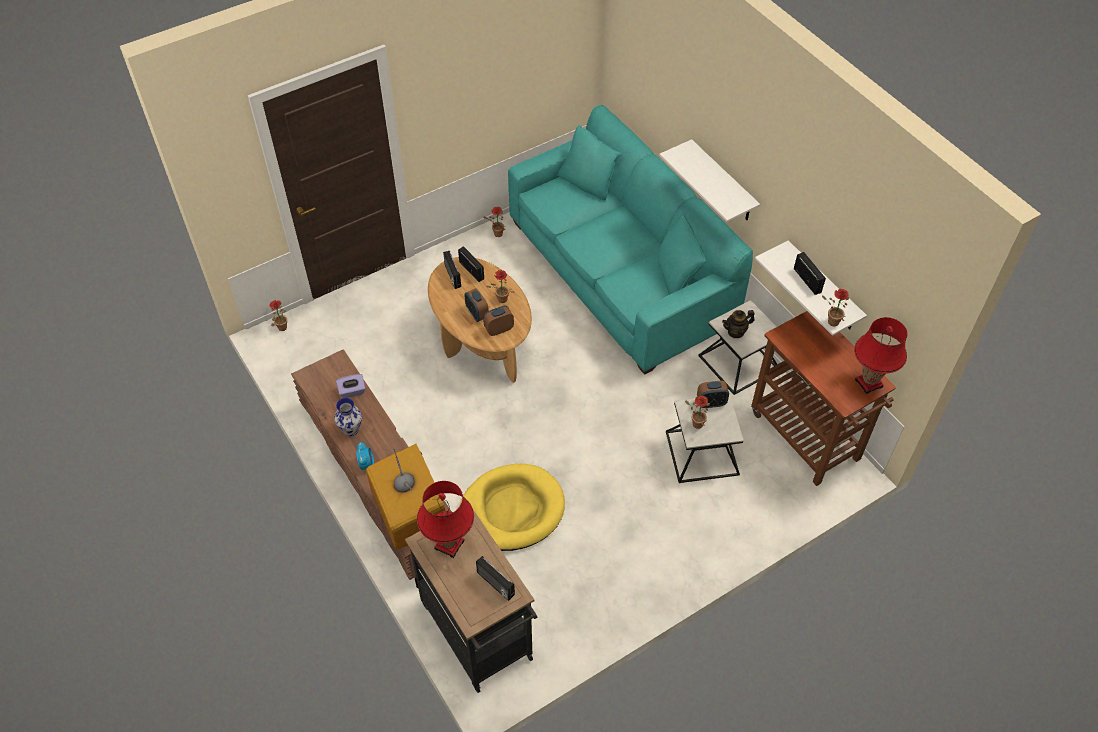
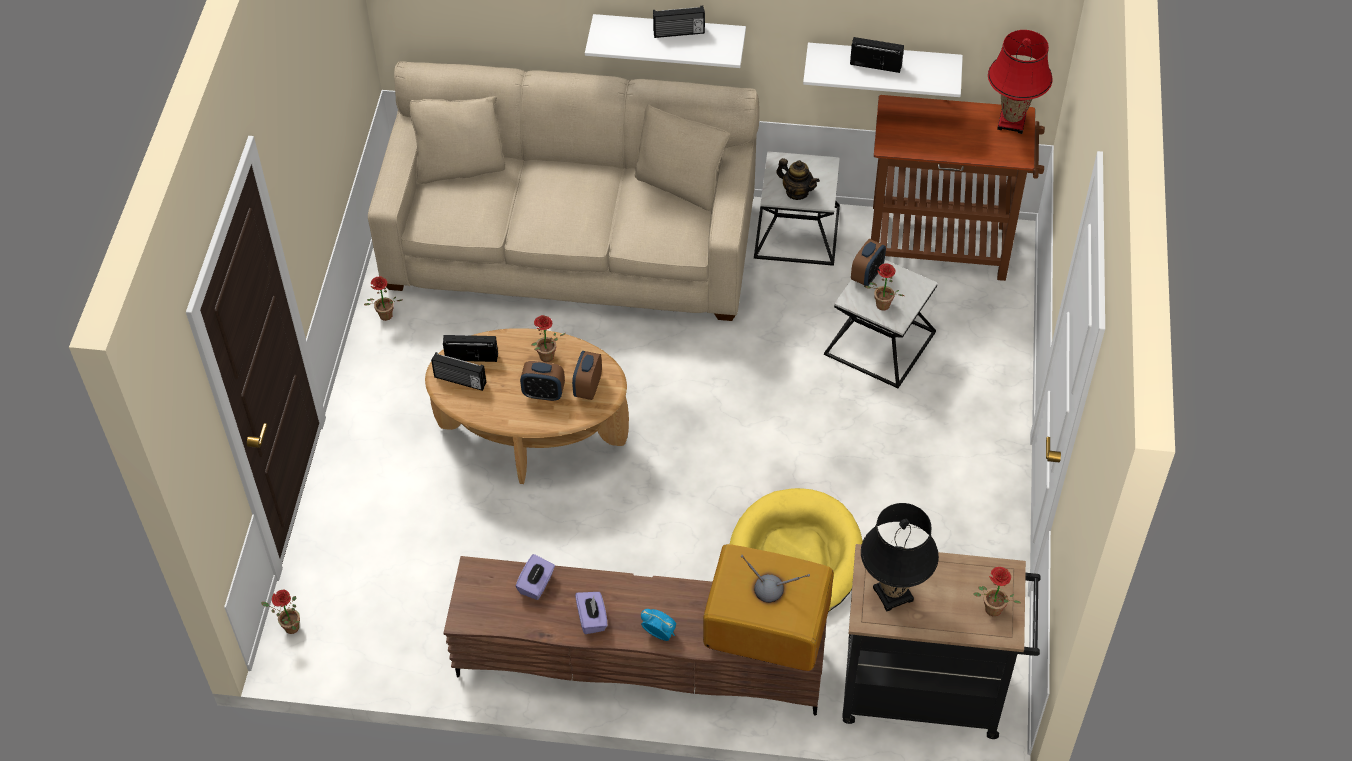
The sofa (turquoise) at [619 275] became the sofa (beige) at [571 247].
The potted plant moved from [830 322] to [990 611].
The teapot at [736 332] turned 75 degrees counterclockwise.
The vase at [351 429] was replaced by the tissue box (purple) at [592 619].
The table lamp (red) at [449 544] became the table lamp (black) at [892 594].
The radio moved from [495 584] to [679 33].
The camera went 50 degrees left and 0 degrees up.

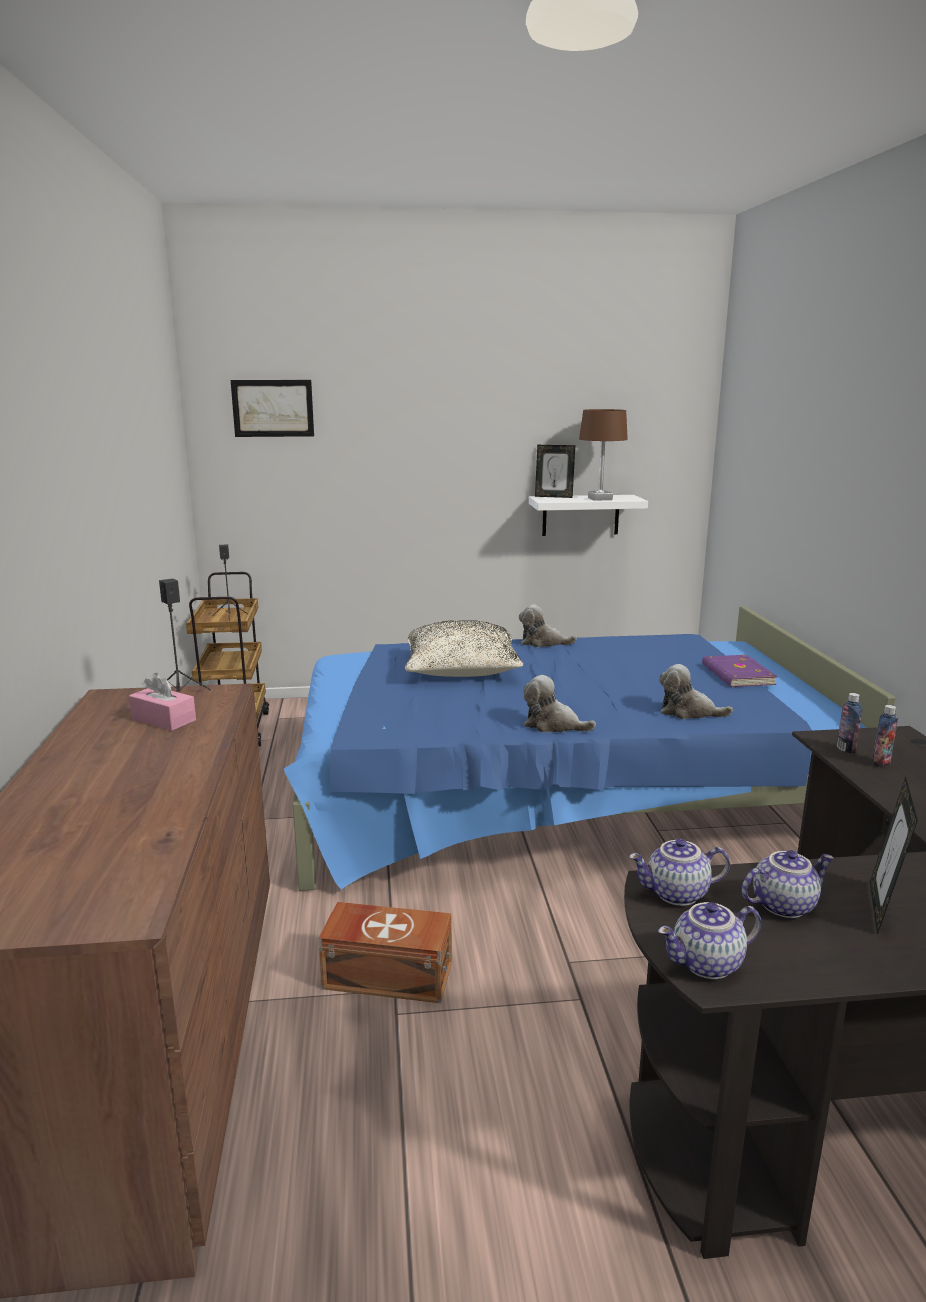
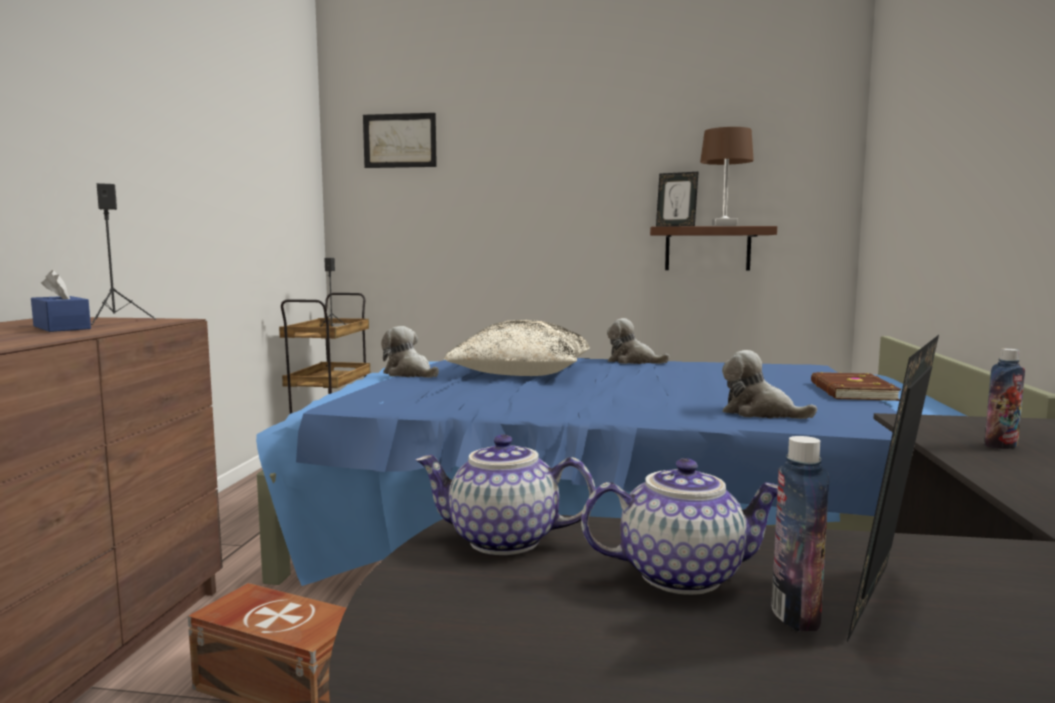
The shelf (white) at [580 515] became the shelf (brown) at [707 249].
The book (purple) at [736 675] became the book (brown) at [851 391].
The tissue box (pink) at [164 719] became the tissue box (blue) at [61 327].
The plush toy moved from [553 725] to [409 374].
The bottle moved from [846 749] to [795 615].
The teapot at [707 965] disappeared.
The camera went 15 degrees right and 10 degrees down.

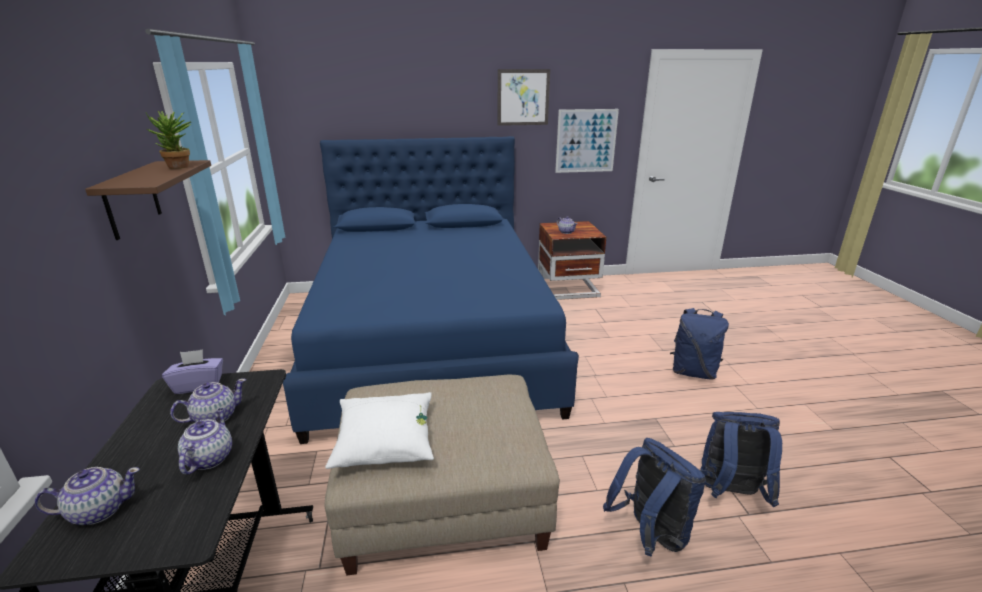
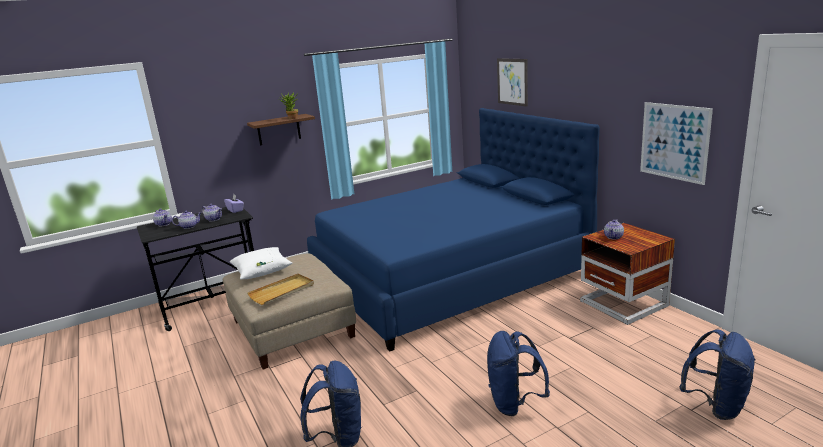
The picture moved from [523 97] to [512 81].
The backpack (blue) moved from [650 535] to [716 405].
The tray (beige) at [282 291] appeared.
The camera went 70 degrees right and 5 degrees down.

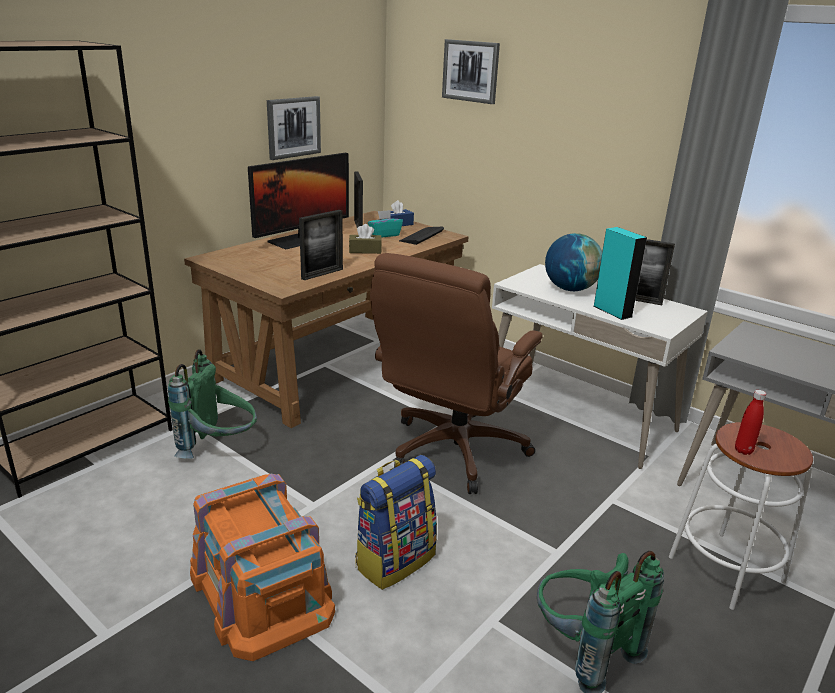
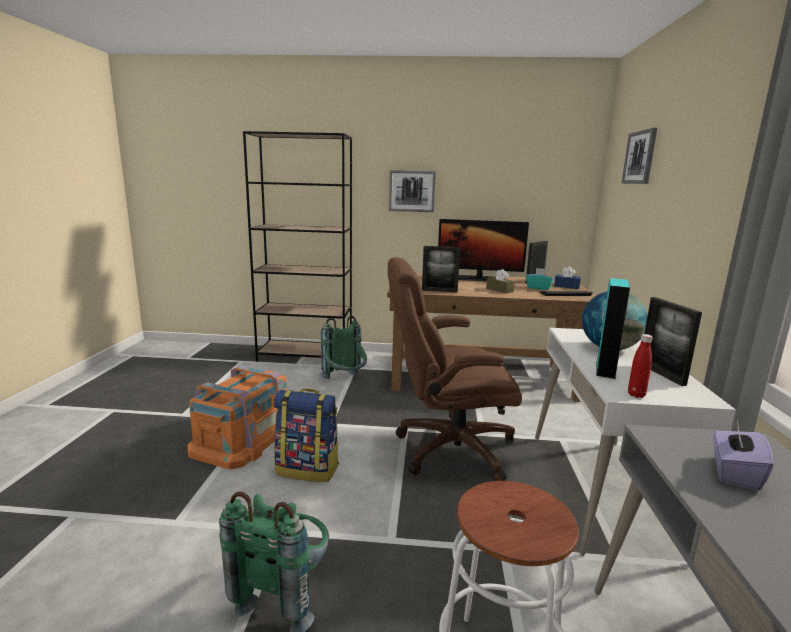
The picture moved from [293 127] to [412 191].
The bottle (red) moved from [743 450] to [636 395].
The tissue box (purple) at [734 473] appeared.
The camera went 55 degrees right and 10 degrees down.

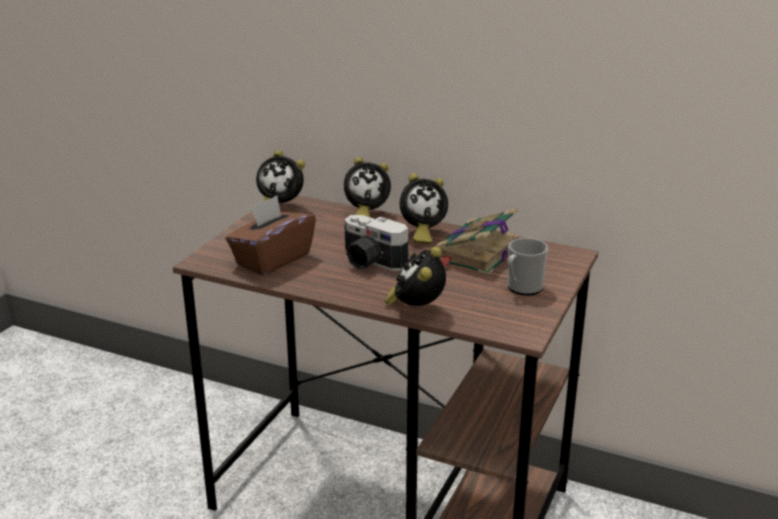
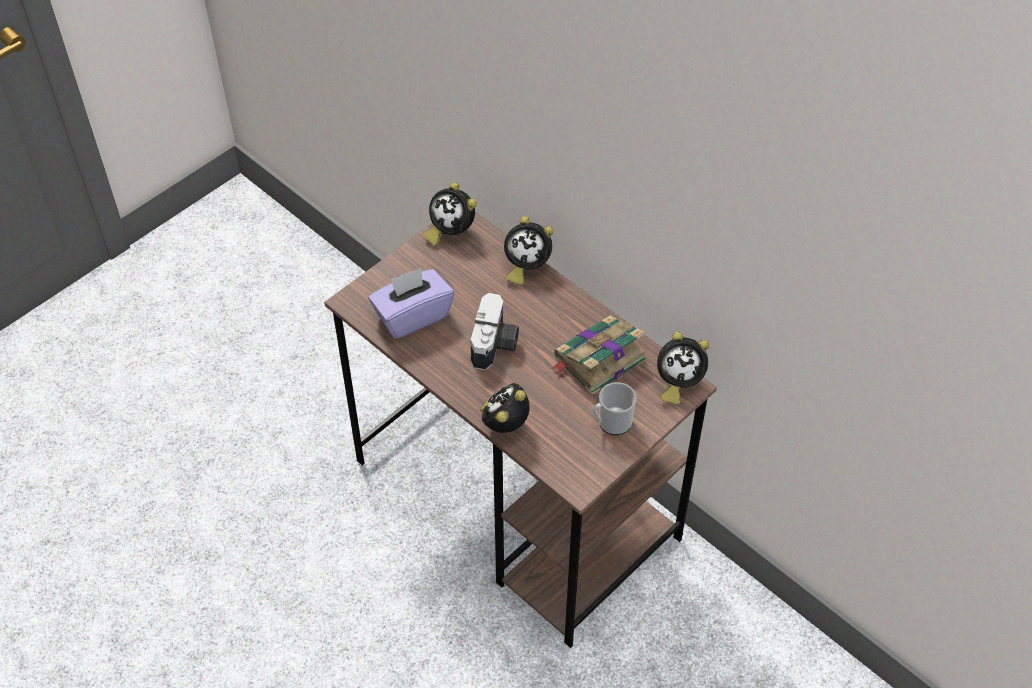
The alarm clock moved from [421 233] to [677 383].
The tissue box (brown) at [272 259] became the tissue box (purple) at [412 316].
The photo camera at [370 262] turned 135 degrees counterclockwise.
The camera went 20 degrees right and 25 degrees up.

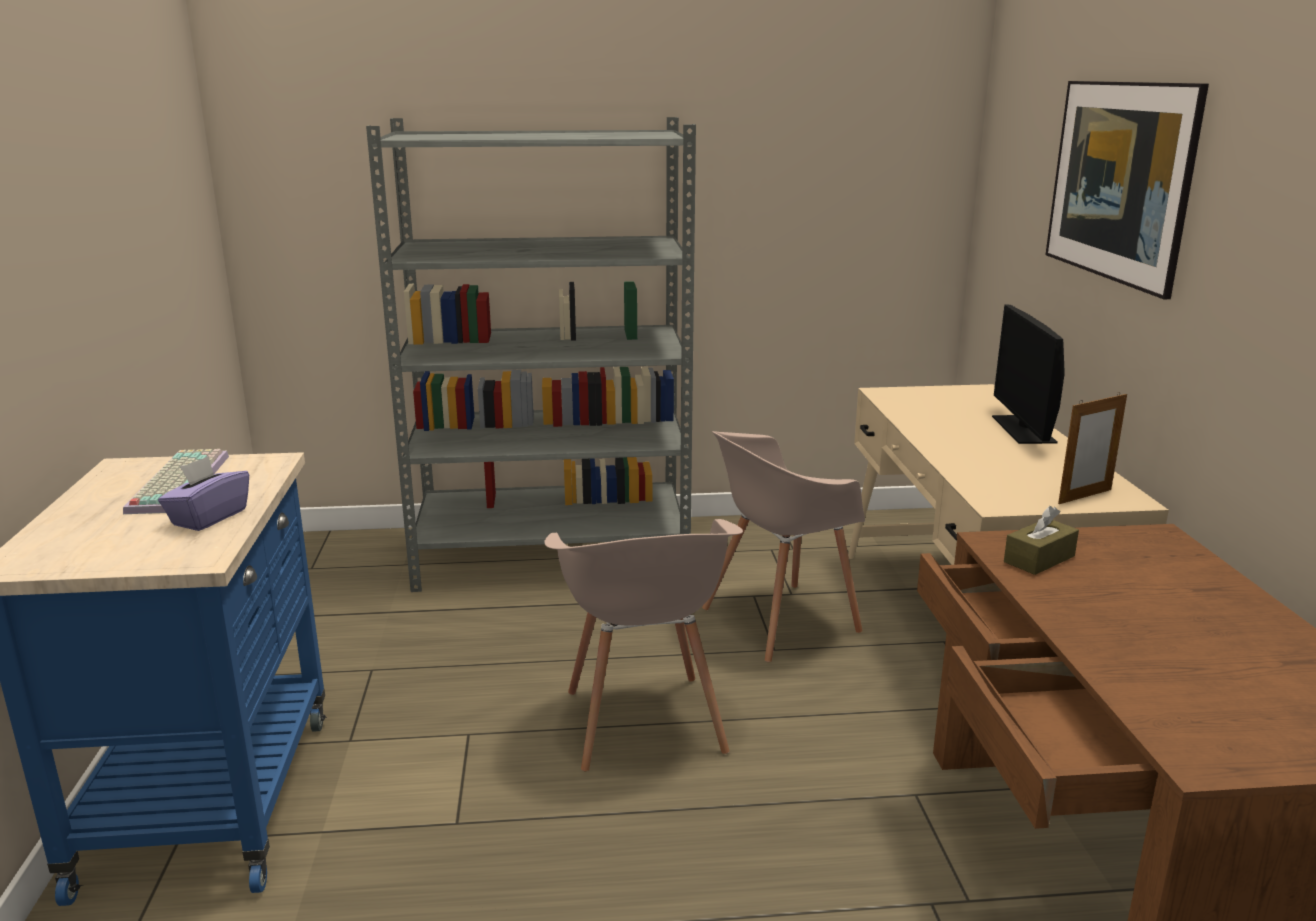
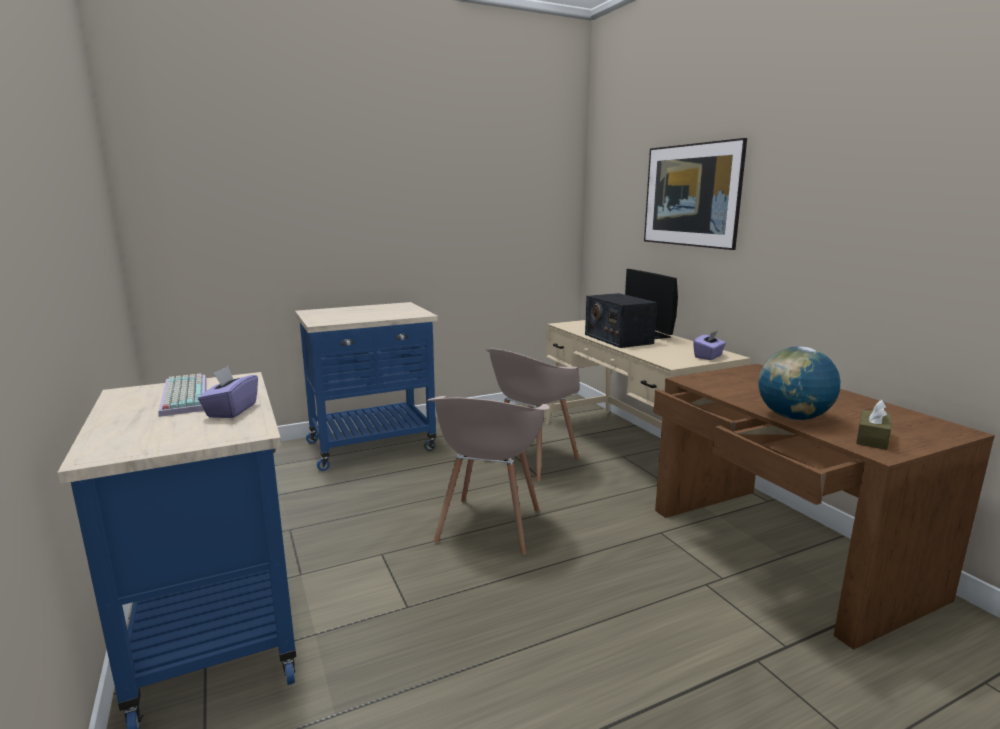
The bookcase (grey) at [552 554] was replaced by the cart (blue) at [372 446].
The picture frame at [1085 496] was replaced by the tissue box (purple) at [708 356].
The tissue box (brown) moved from [1039 559] to [872 438].
The chair (beige) at [643 724] turned 45 degrees clockwise.
The radio at [618 339] appeared.
The globe at [793 417] appeared.
The camera went 20 degrees left and 5 degrees down.

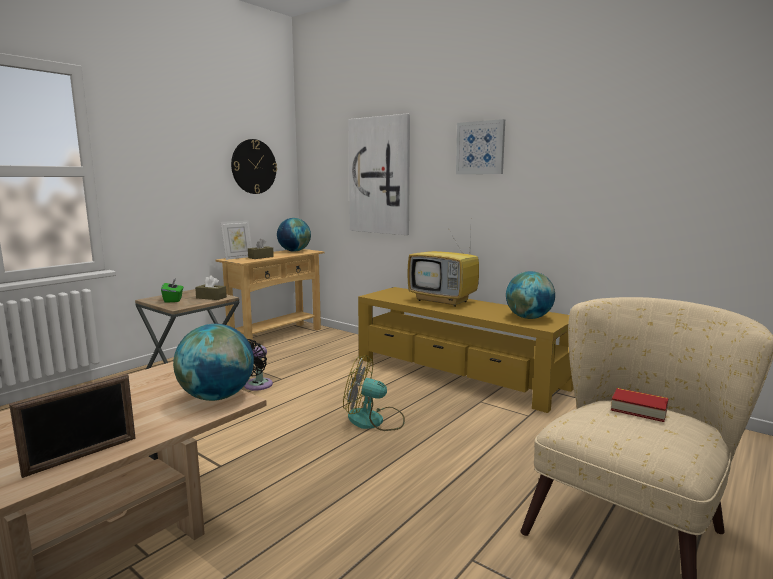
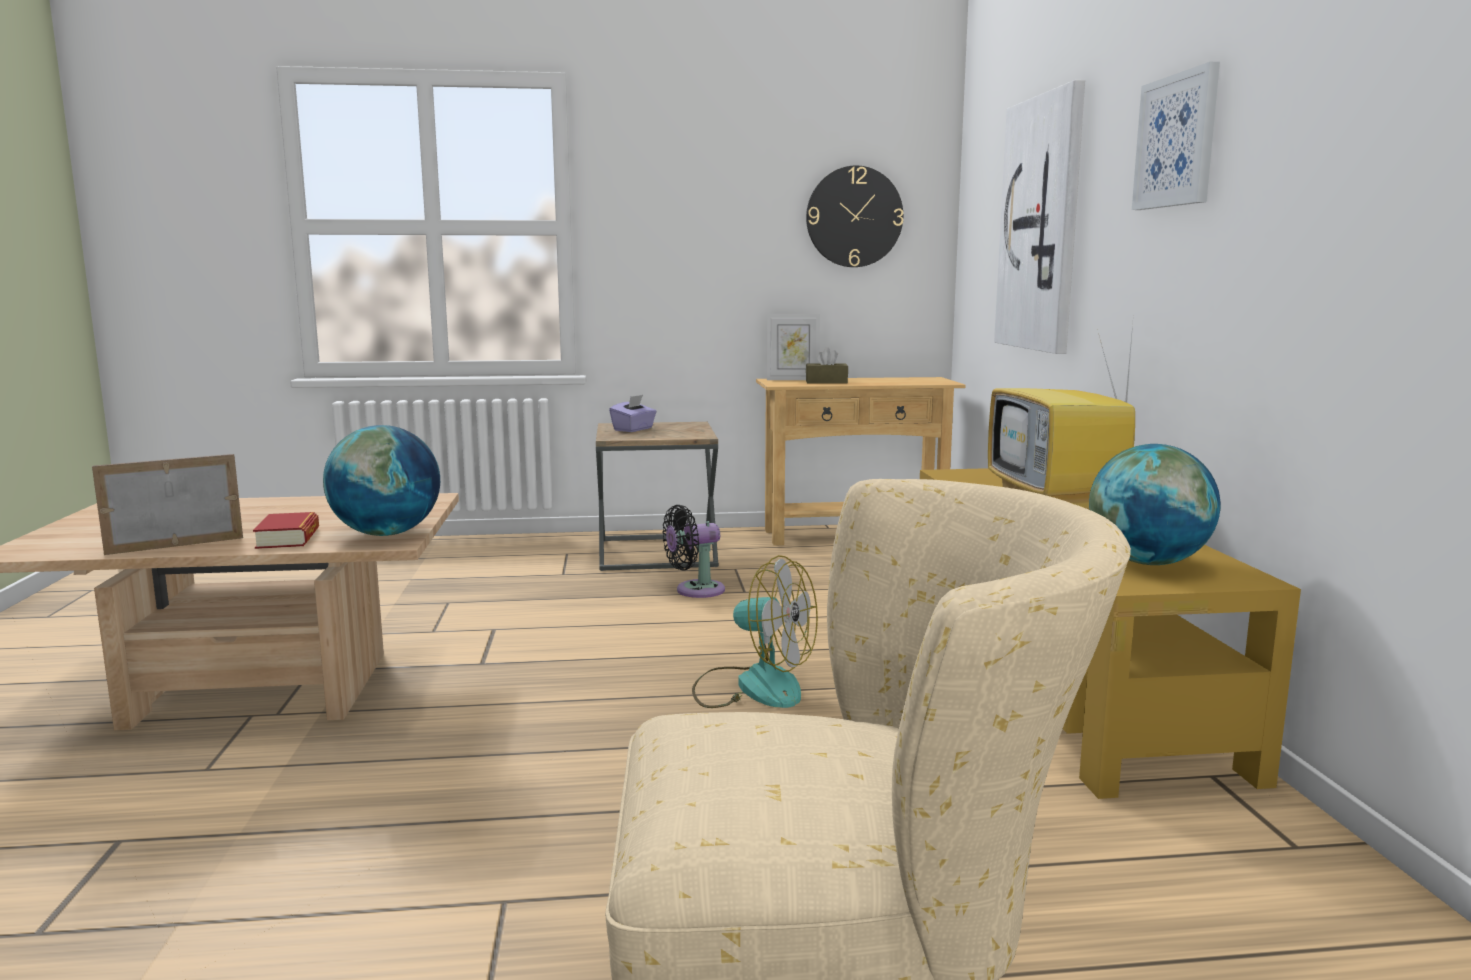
The globe at [294 251] disappeared.
The tissue box (brown) at [211 297] disappeared.
The tissue box (green) at [173 300] became the tissue box (purple) at [634 429].
The fan at [374 421] turned 150 degrees clockwise.
The picture frame at [82 456] turned 150 degrees clockwise.
The book moved from [639 409] to [288 538].
The camera went 45 degrees right and 0 degrees up.

